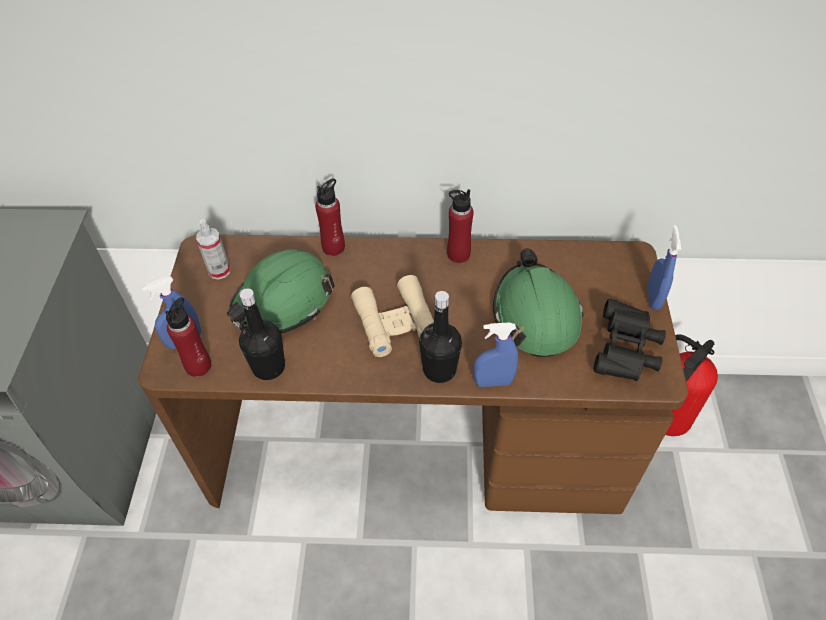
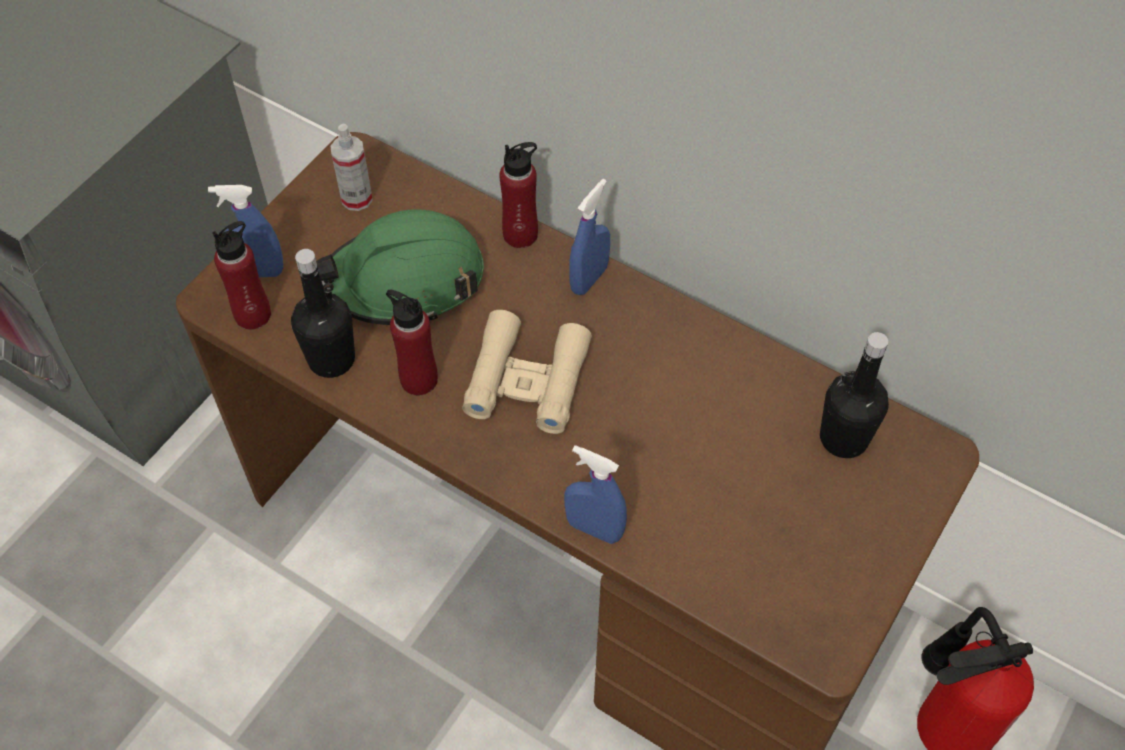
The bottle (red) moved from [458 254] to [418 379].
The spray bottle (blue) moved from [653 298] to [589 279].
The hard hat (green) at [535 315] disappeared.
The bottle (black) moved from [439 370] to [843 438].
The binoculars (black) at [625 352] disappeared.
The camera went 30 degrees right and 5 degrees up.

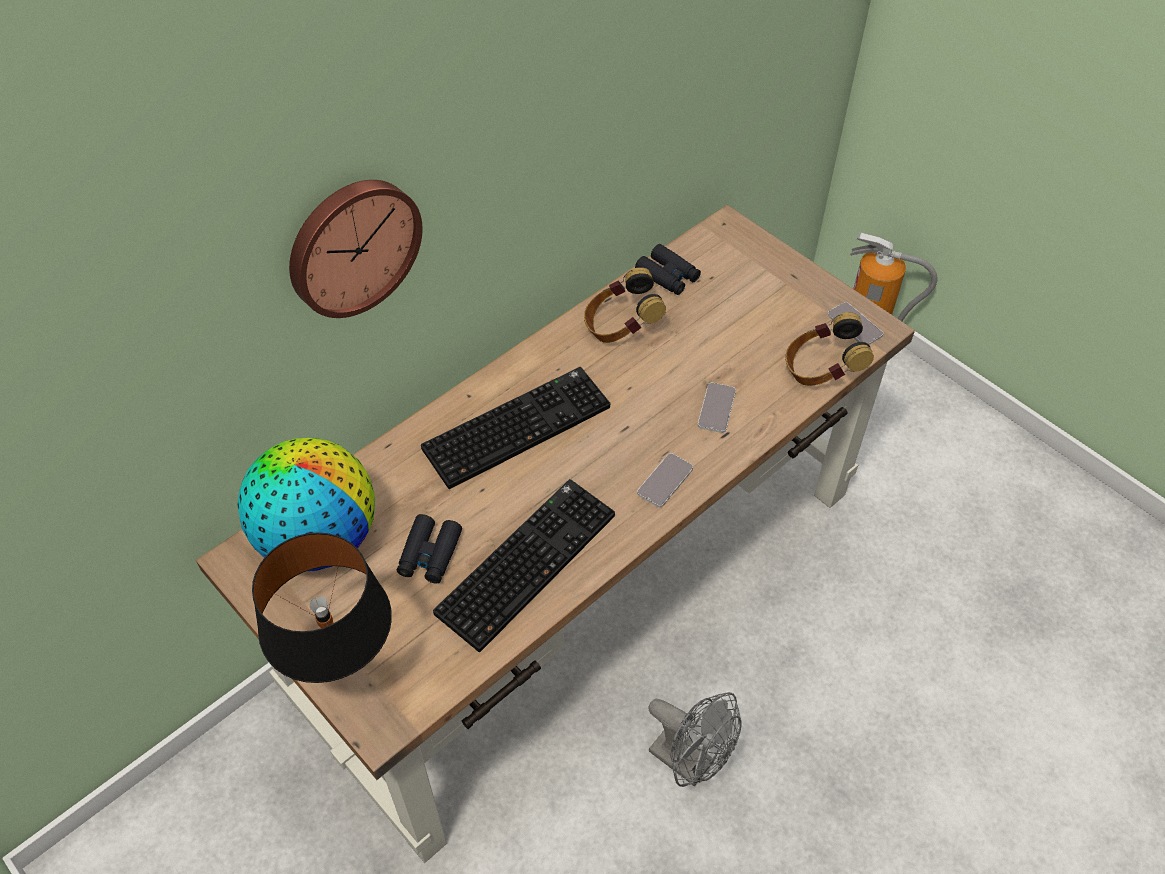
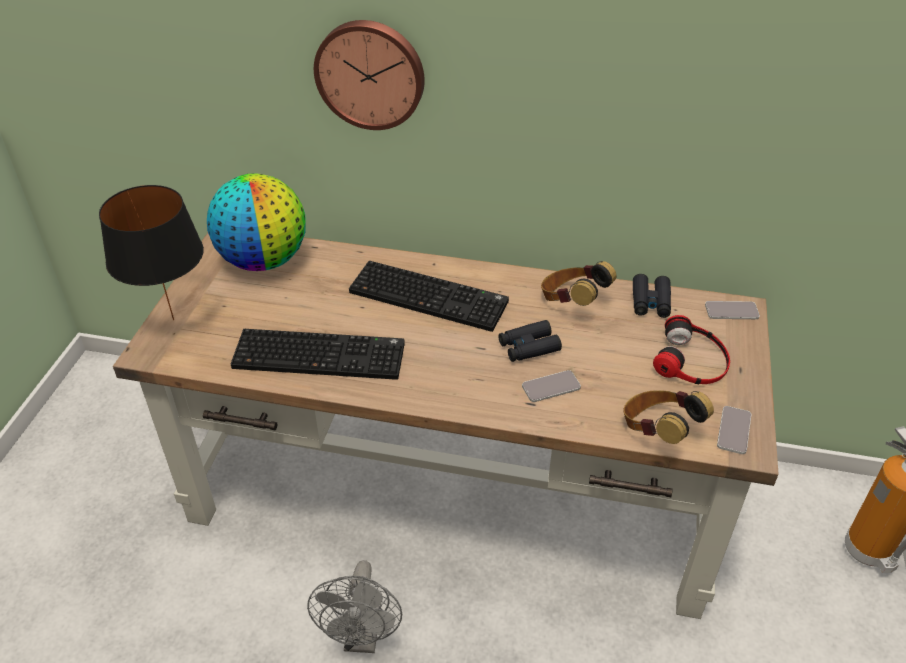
The phone moved from [665 481] to [731 311].
The binoculars (black) moved from [429 554] to [528 347].
The headphones at [692 360] appeared.
The camera went 55 degrees right and 10 degrees down.

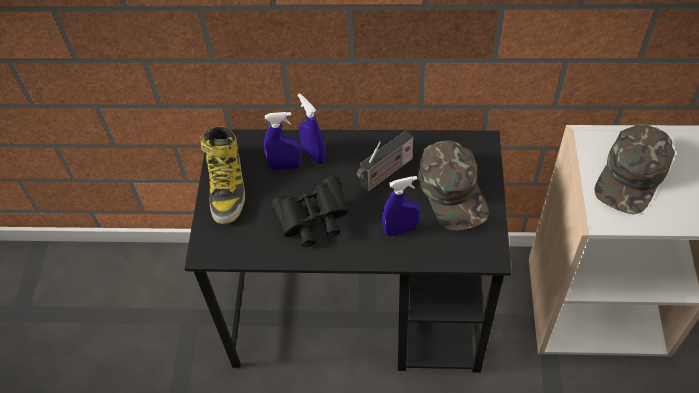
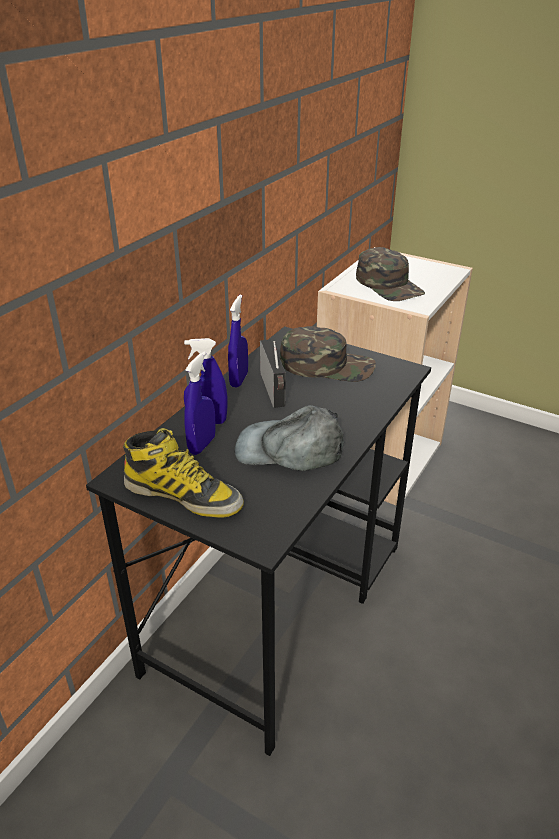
The binoculars (black) at [313 221] was replaced by the cap (grey) at [289 449].
The spray bottle (blue) moved from [400 230] to [239 380].
The camera went 65 degrees left and 20 degrees down.

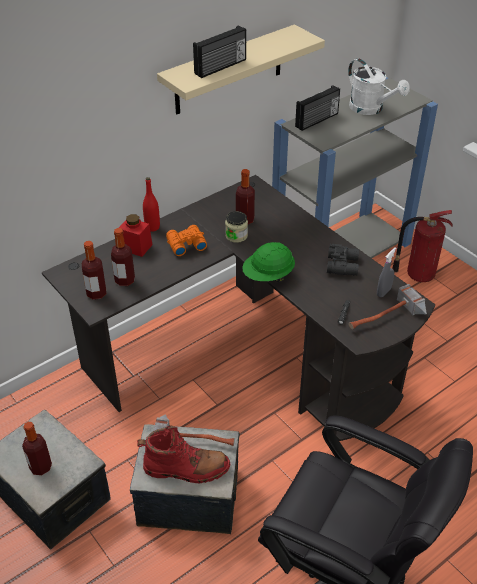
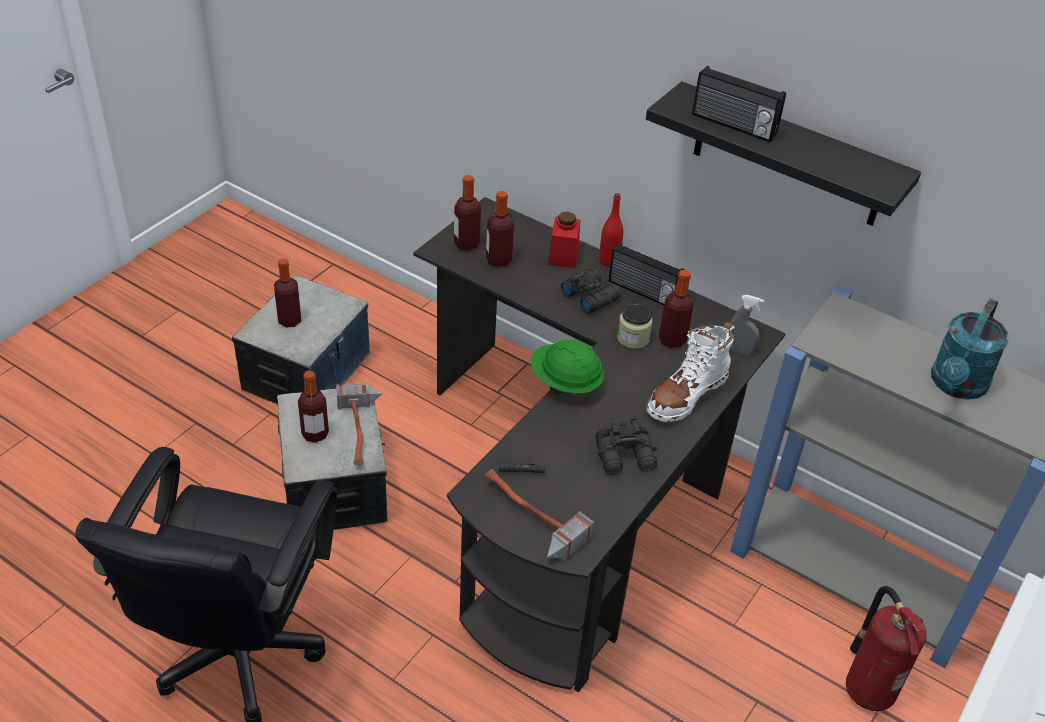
The shelf (beige) at [229 70] became the shelf (black) at [788 156].
The watering can (white) at [371 109] became the watering can (turquoise) at [956 386].
The radio moved from [317 120] to [643 292].
The binoculars (orange) at [185 244] became the binoculars (black) at [590 296].
The spray bottle (grey) moved from [383 292] to [739 351].
The boot (red) at [186 469] was replaced by the bottle at [315 434].
The boot (white) at [686 395] appeared.
The camera went 70 degrees right and 0 degrees up.

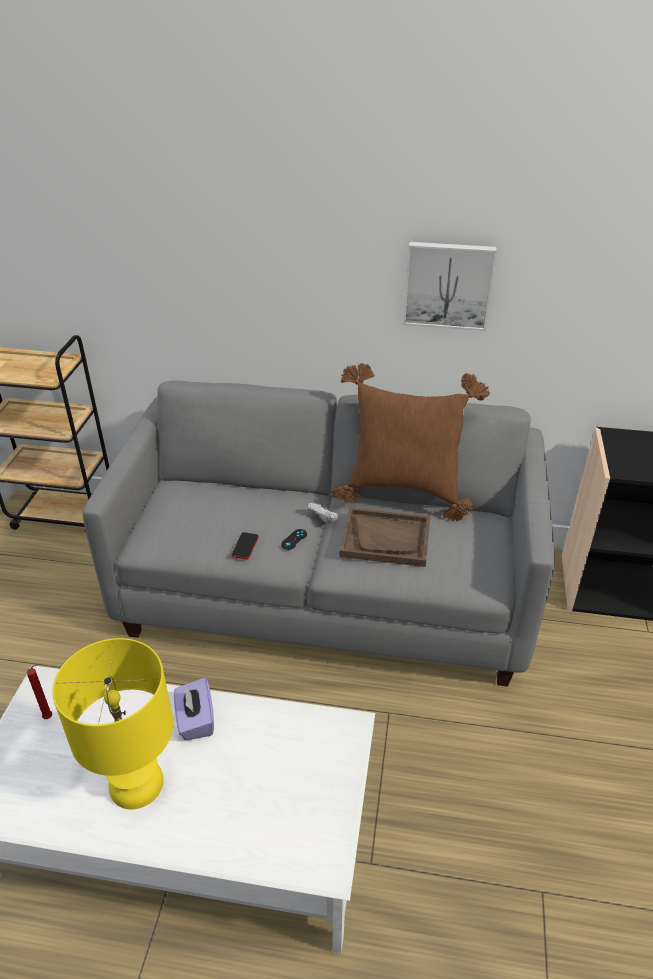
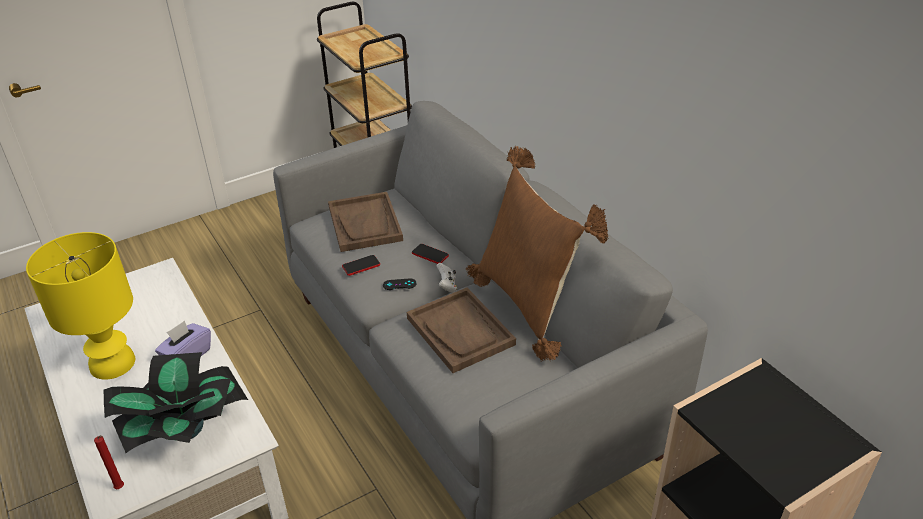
The picture at [448 285] disappeared.
The candle (red) moved from [50 717] to [121 488].
The tray (brown) at [365 224] appeared.
The phone at [430 254] appeared.
The potted plant at [186 431] appeared.
The camera went 50 degrees right and 0 degrees up.

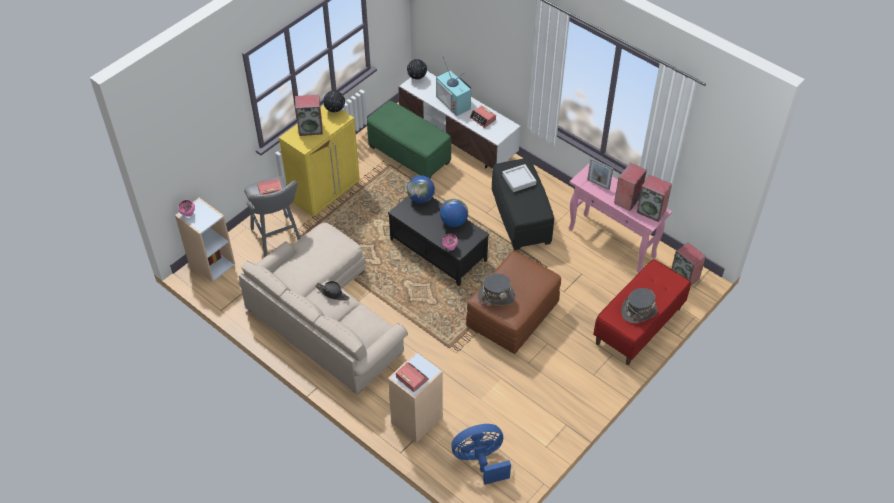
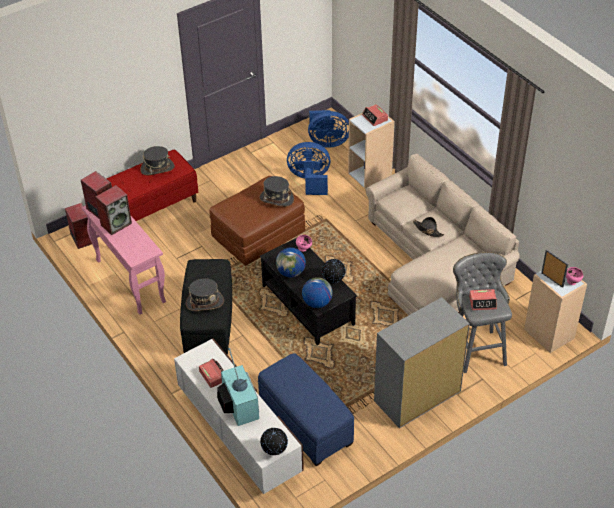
The globe moved from [335 111] to [333 281].
The speaker at [311 128] disappeared.
The ottoman (green) at [409 154] became the ottoman (blue) at [306 424].
The cabinet (yellow) at [325 190] became the cabinet (grey) at [417 396].
The picture frame moved from [598 184] to [552 280].
The tray (grey) at [519 180] was replaced by the hat (grey) at [205 302].
The fan (blue) at [310 180] appeared.
The camera went 165 degrees left and 5 degrees down.

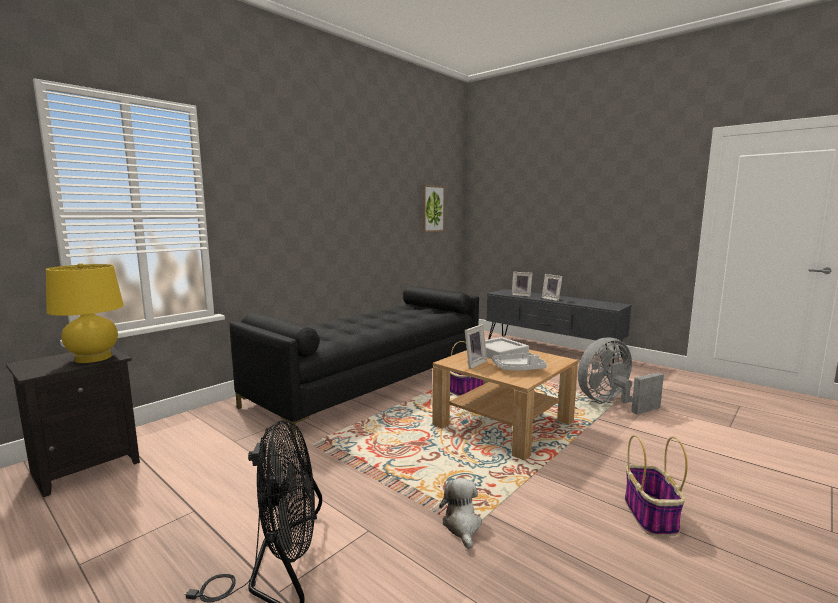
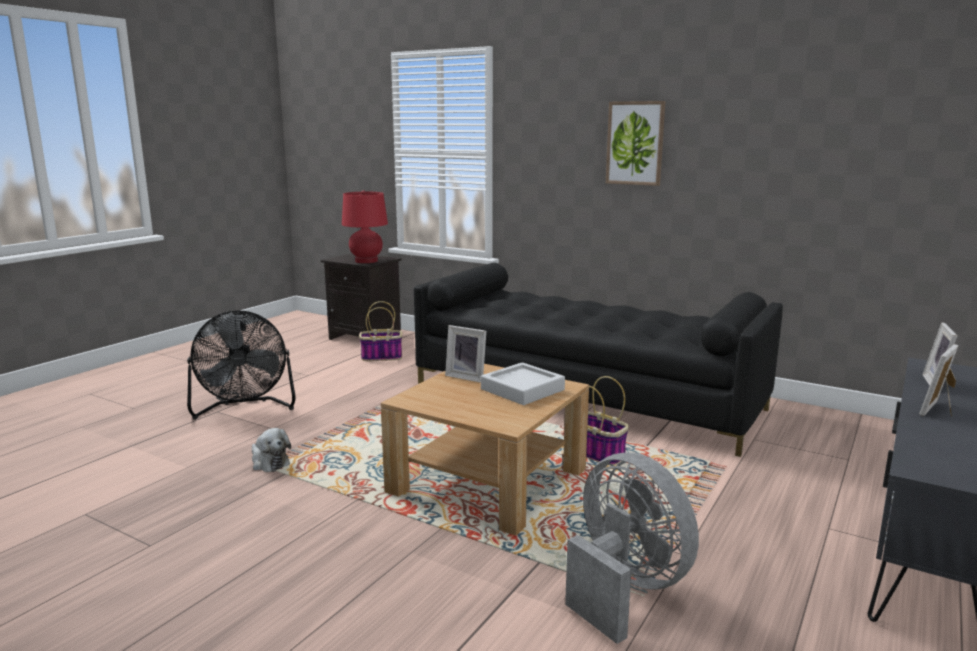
The picture moved from [432 208] to [635 143].
The table lamp (yellow) at [93 358] became the table lamp (red) at [366 261].
The tray (grey) at [518 368] disappeared.
The basket moved from [651 516] to [381 357].
The plush toy at [462 525] turned 60 degrees clockwise.
The camera went 80 degrees right and 5 degrees up.

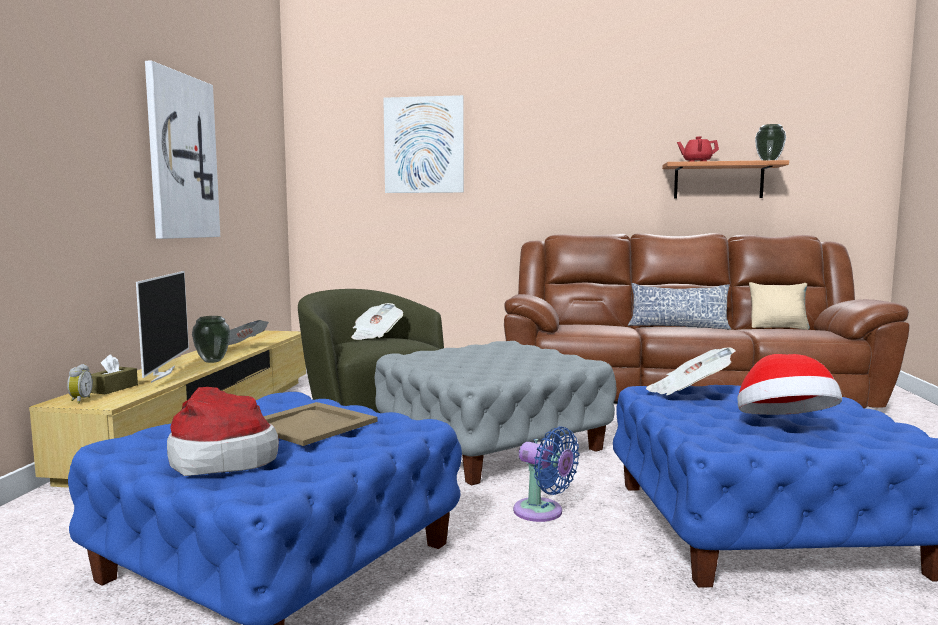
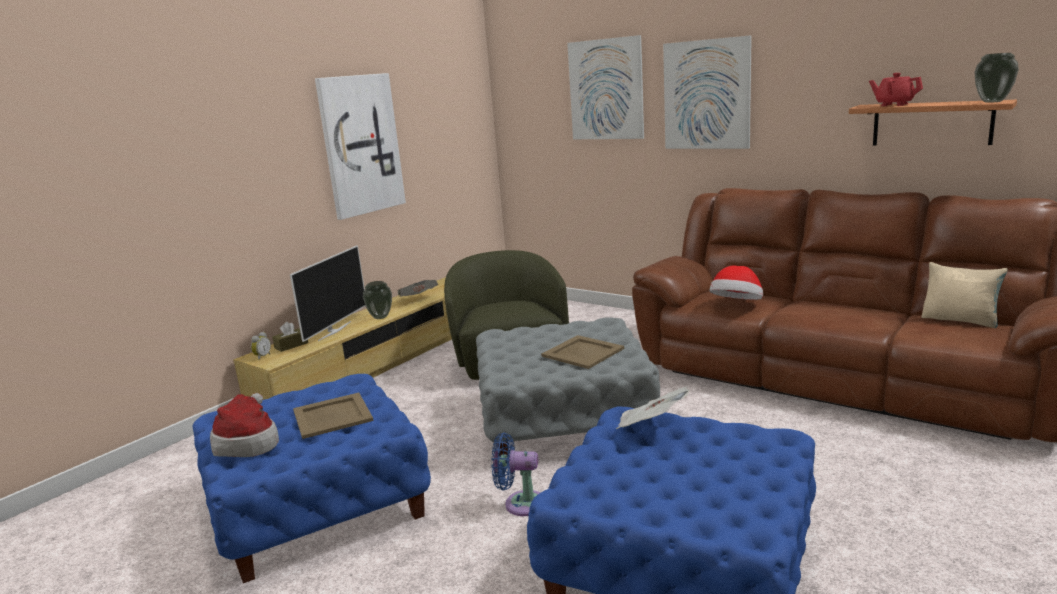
The pillow at [678 326] disappeared.
The newspaper at [375 336] disappeared.
The hat moved from [784 425] to [737 305].
The fan (blue) at [542 512] turned 120 degrees clockwise.
The picture at [706 95] appeared.
The tray (beige) at [582 352] appeared.
The camera went 30 degrees right and 10 degrees up.

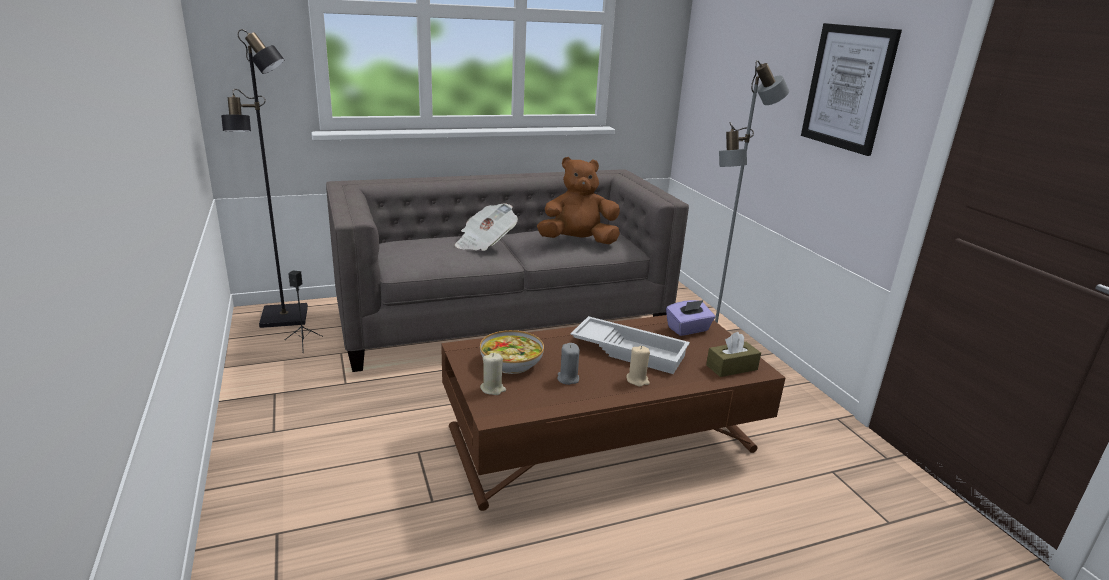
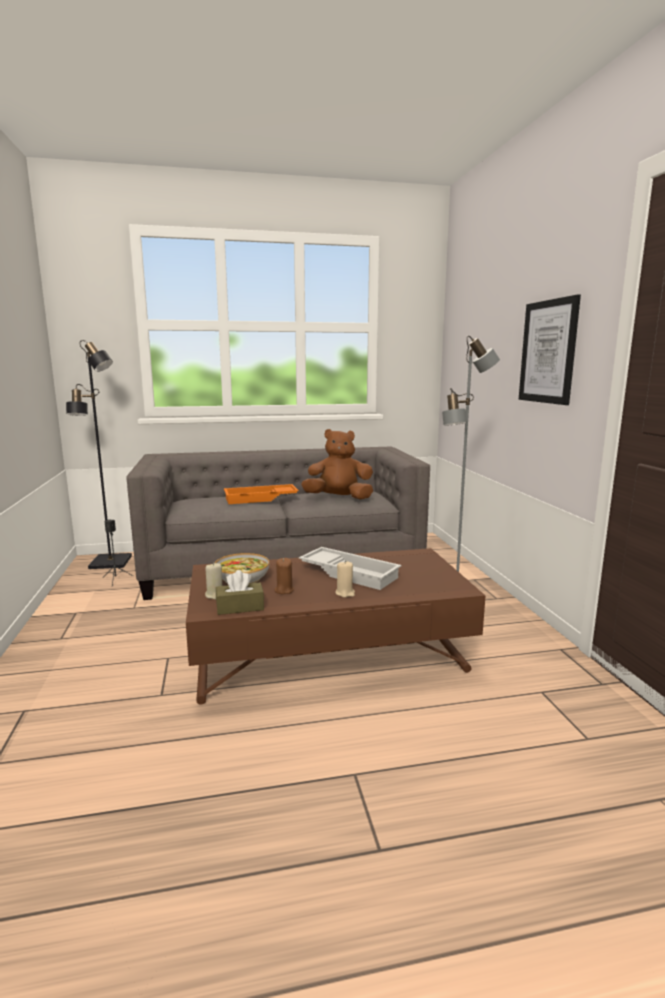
The newspaper at [485 243] was replaced by the tray (orange) at [260 499].
The tissue box (purple) at [688 329] disappeared.
The tissue box (brown) moved from [731 367] to [240 607].
The candle (grey) at [568 378] became the candle (brown) at [284 590].
The camera went 10 degrees right and 10 degrees down.

